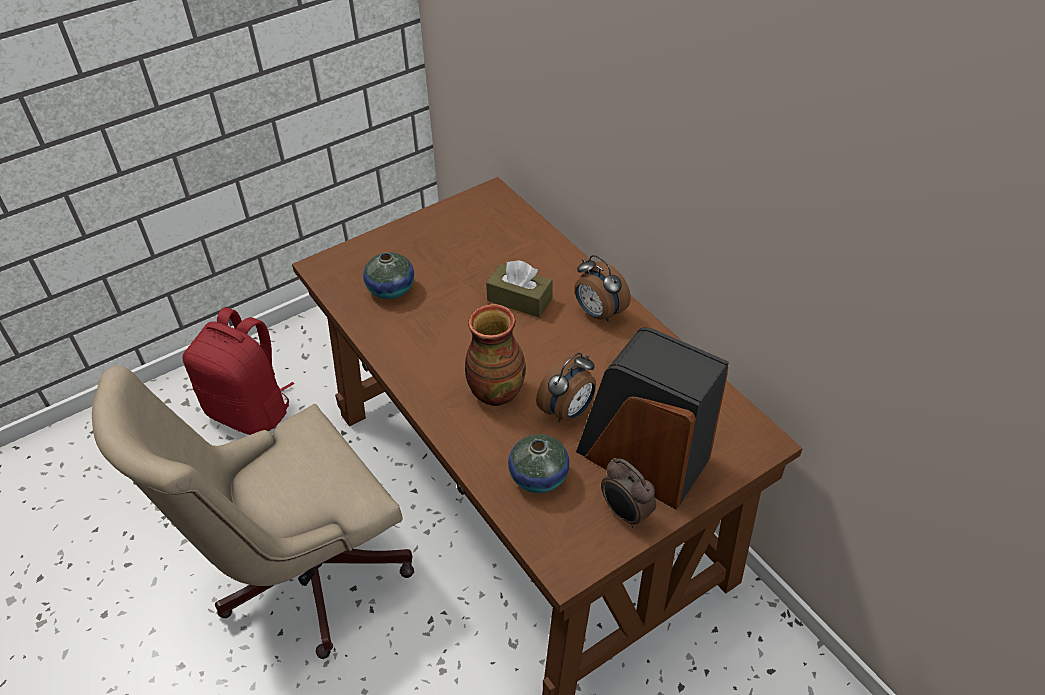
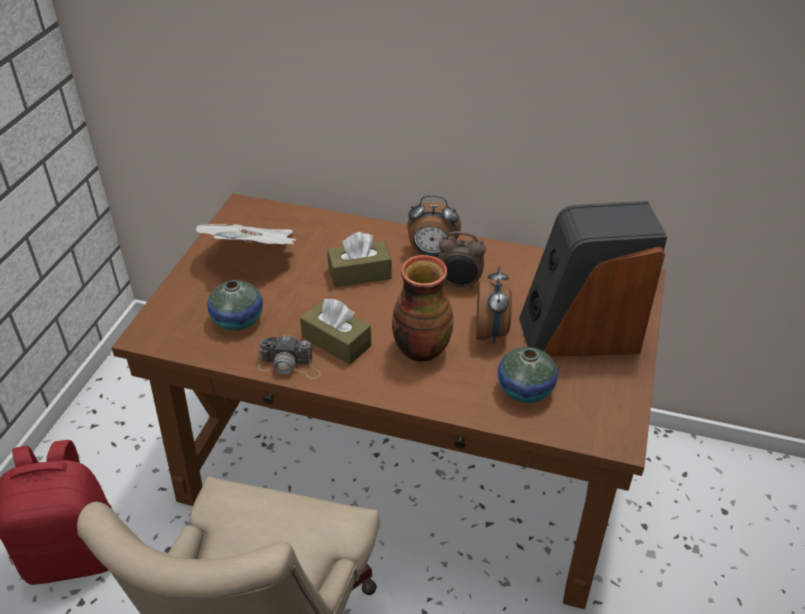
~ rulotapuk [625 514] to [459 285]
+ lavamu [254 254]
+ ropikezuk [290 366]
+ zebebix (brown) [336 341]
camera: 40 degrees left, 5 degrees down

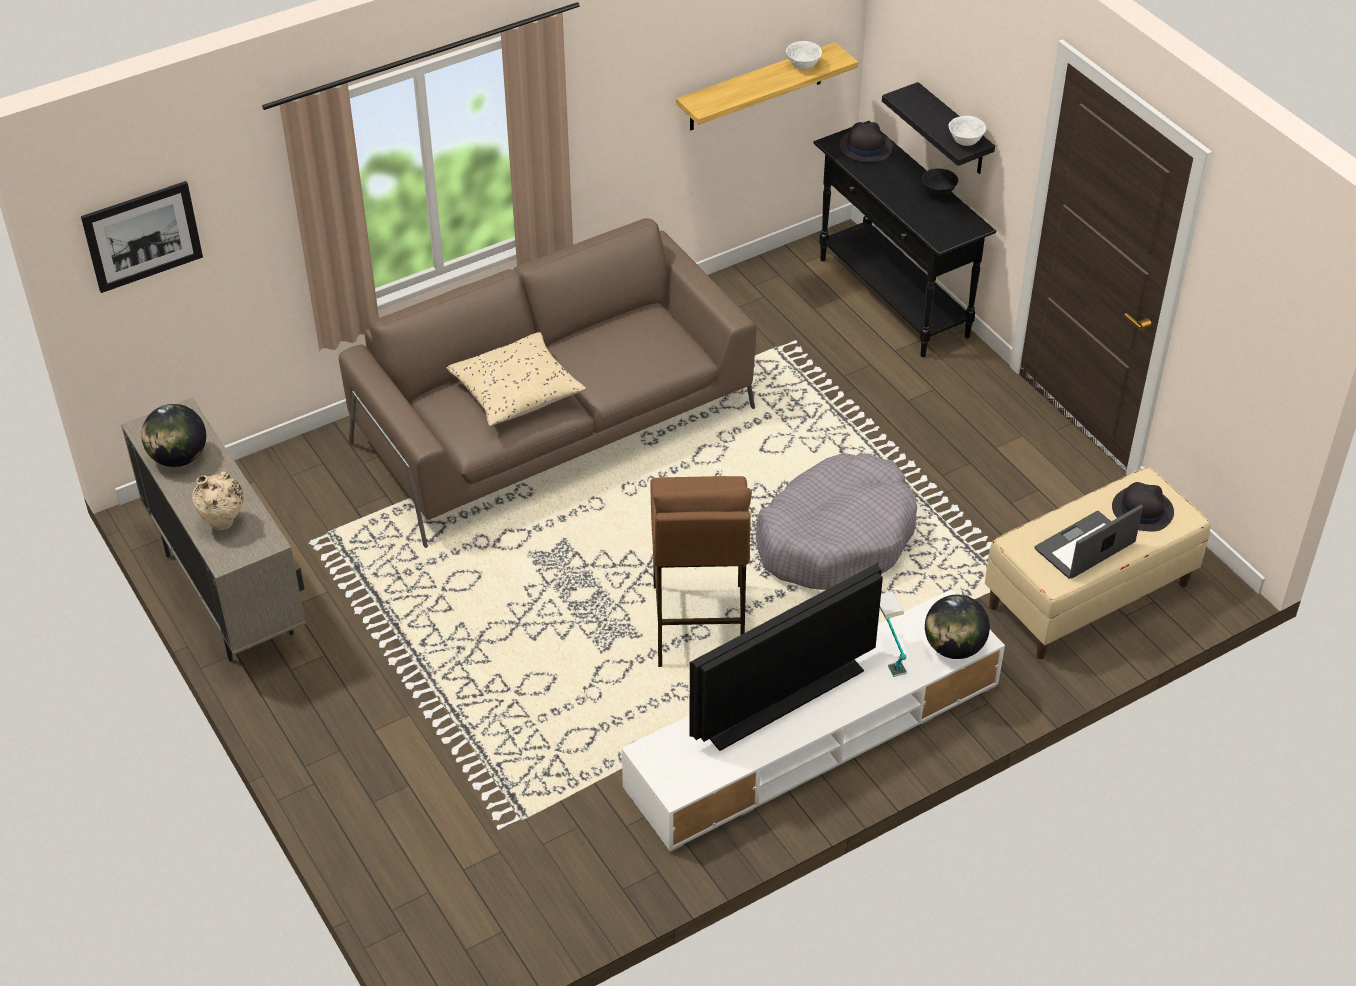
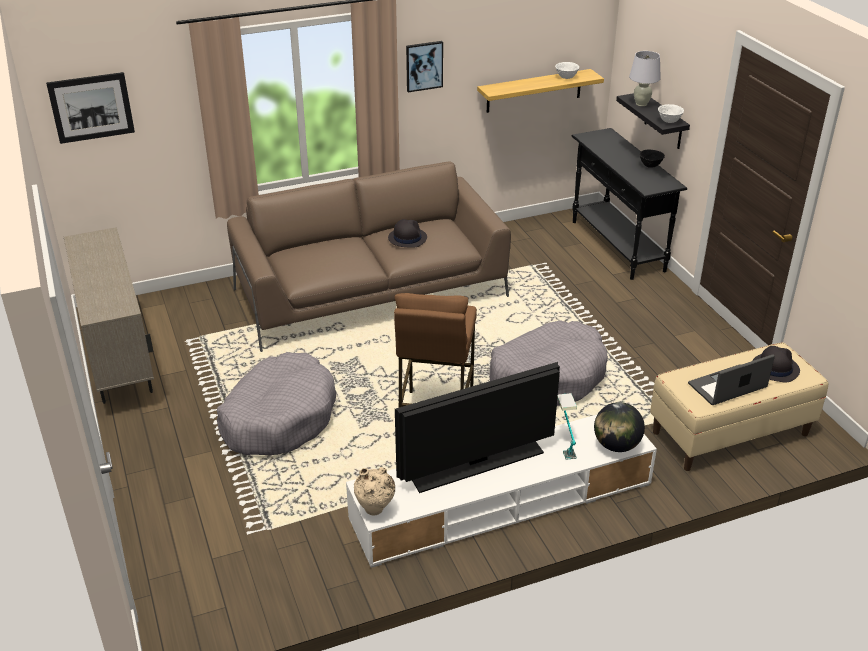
- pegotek [179 458]
~ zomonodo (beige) [224 525] to [375 511]
- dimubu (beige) [516 392]
~ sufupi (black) [865 147] to [407 238]
+ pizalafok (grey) [279 417]
+ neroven [424 66]
+ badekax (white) [641 104]
camera: 10 degrees right, 10 degrees down

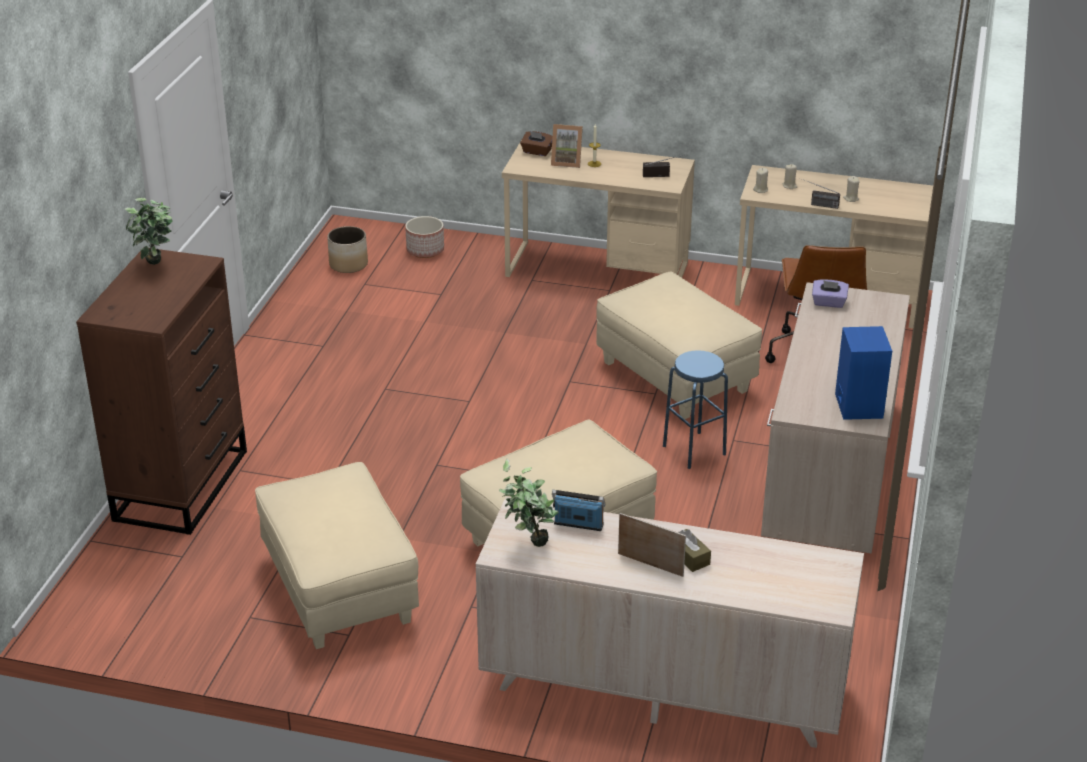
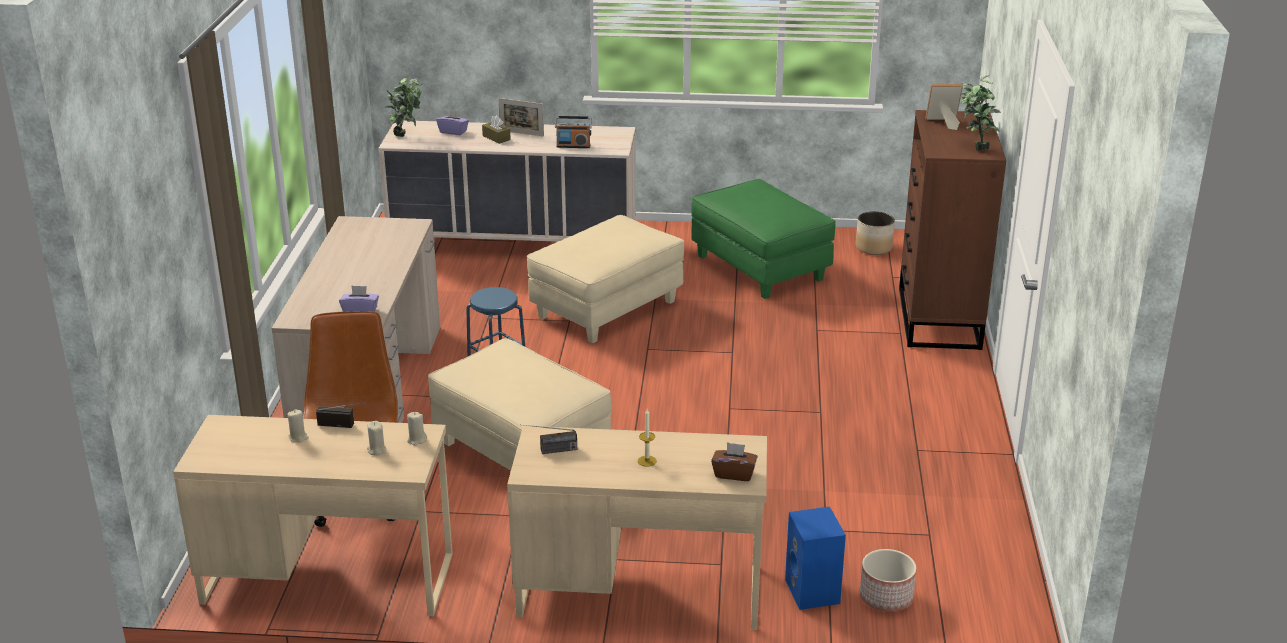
~ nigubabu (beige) [339 590] to nigubabu (green) [760 268]
~ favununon [348 264] to [874 248]
~ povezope [528 544] to [407 135]
~ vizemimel [567 162] to [942 123]
~ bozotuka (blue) [857 405] to [814 592]
+ zebebix (purple) [453 132]
camera: 170 degrees right, 5 degrees down

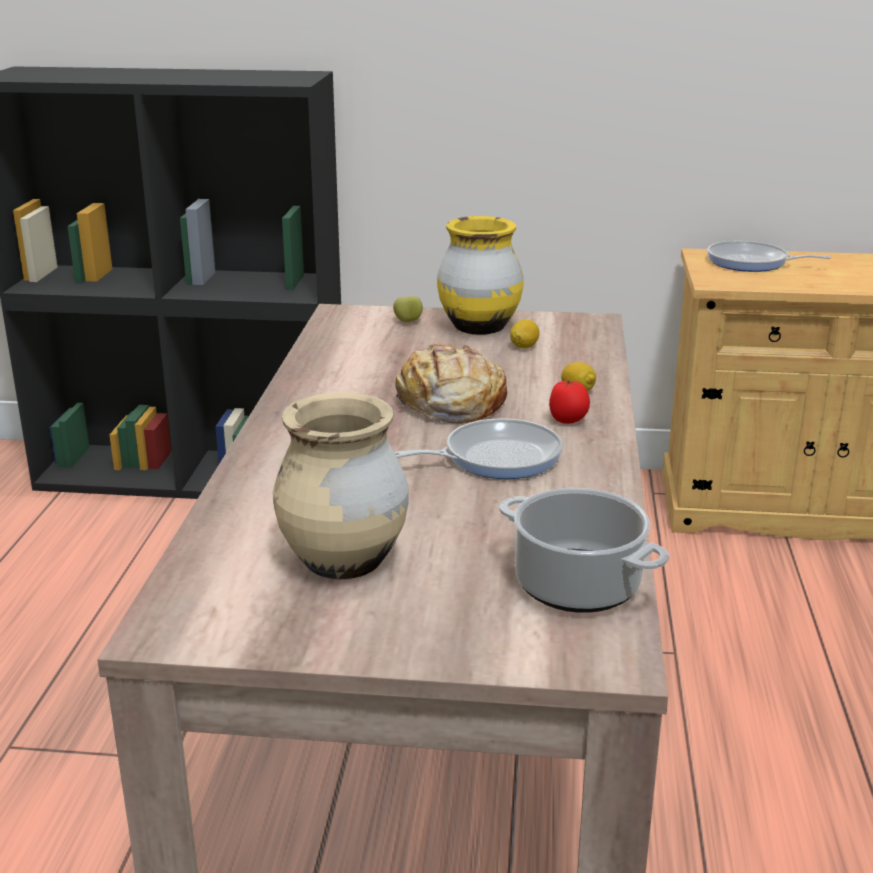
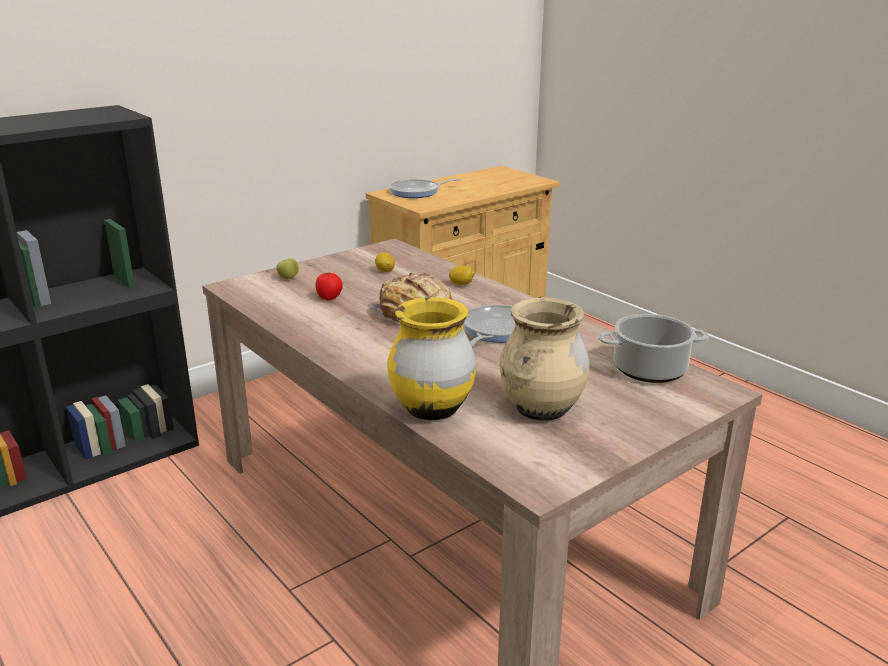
~ zomonodo (yellow) [479 328] to [432 409]
~ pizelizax [568 421] to [329 298]
camera: 45 degrees left, 0 degrees up

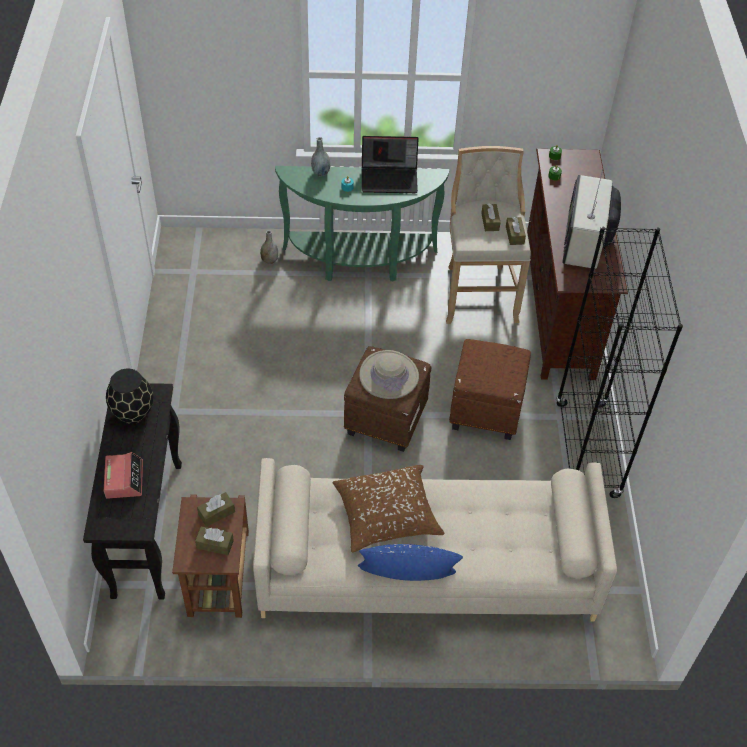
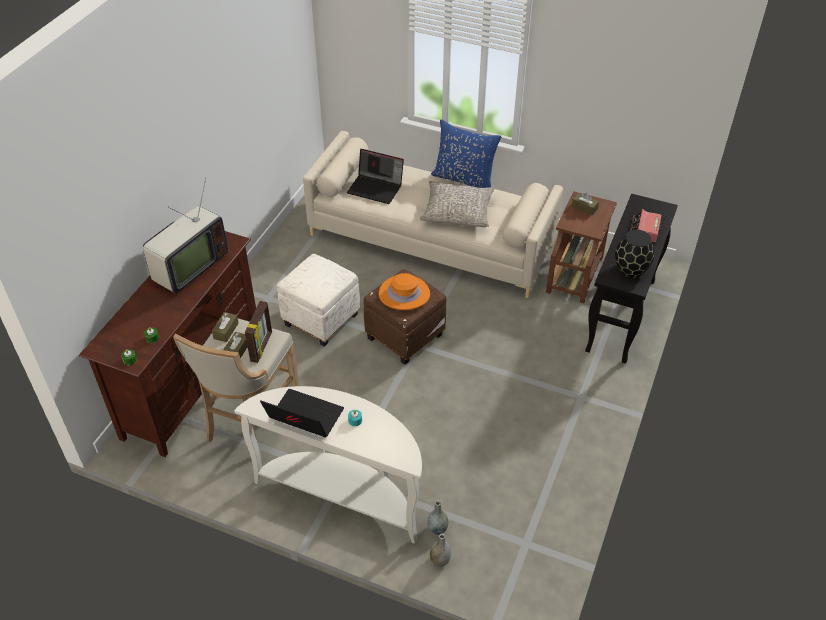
- zebebix (brown) [216 513]
~ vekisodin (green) [360 262] to vekisodin (white) [343 493]
~ zomonodo (grey) [320 173] to [440 560]
~ dimubu (brown) [386 515] to dimubu (grey) [457 212]
~ sufupi (beige) [389 376] to sufupi (orange) [404 294]
~ nigubabu (brown) [485 409] to nigubabu (white) [321 320]
- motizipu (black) [587 450]
+ vizemimel [262 347]
+ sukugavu [376 188]
camera: 155 degrees left, 5 degrees down

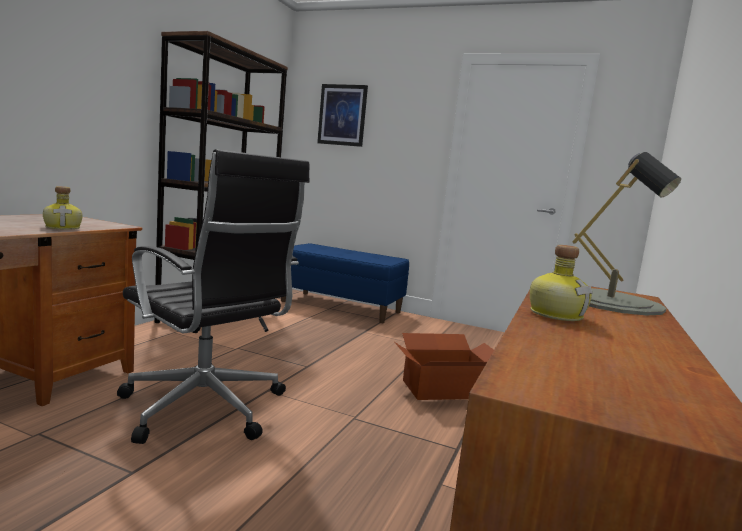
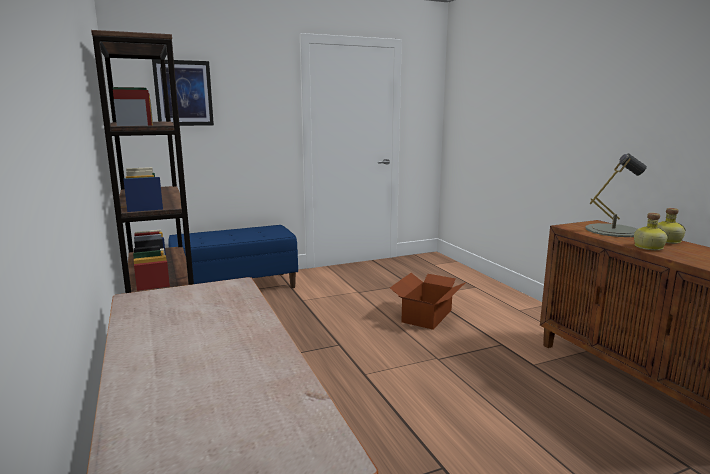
~ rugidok [64 228] to [666 240]
- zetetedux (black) [206 409]
camera: 45 degrees left, 5 degrees up

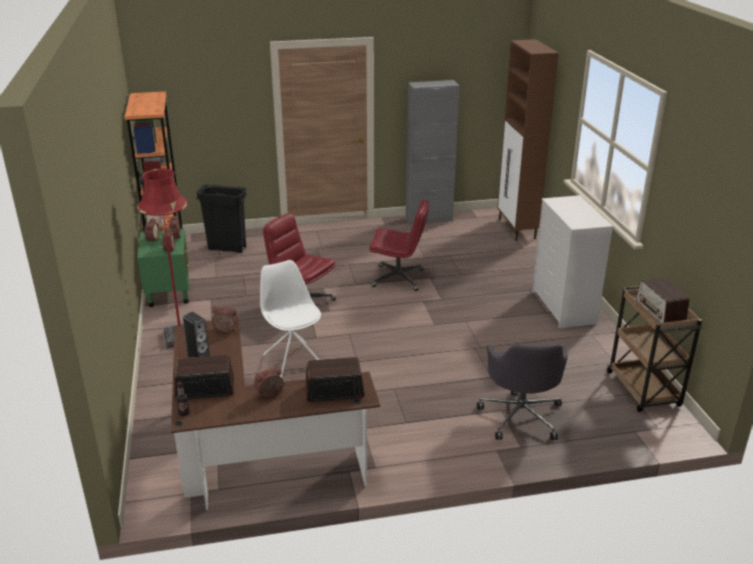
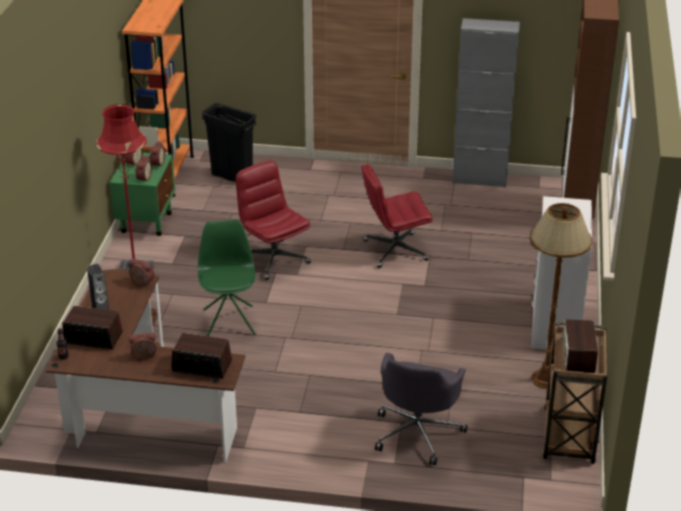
~ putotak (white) [293 359] to putotak (green) [229 321]
~ zetetedux (red) [399 278] = [394 251] 135 degrees clockwise
+ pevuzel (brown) [545 379]
camera: 20 degrees right, 5 degrees up

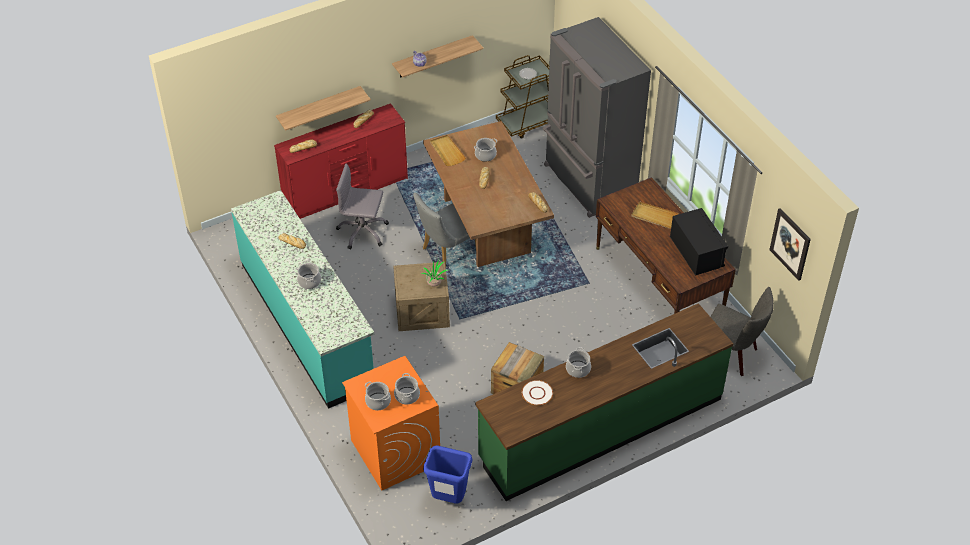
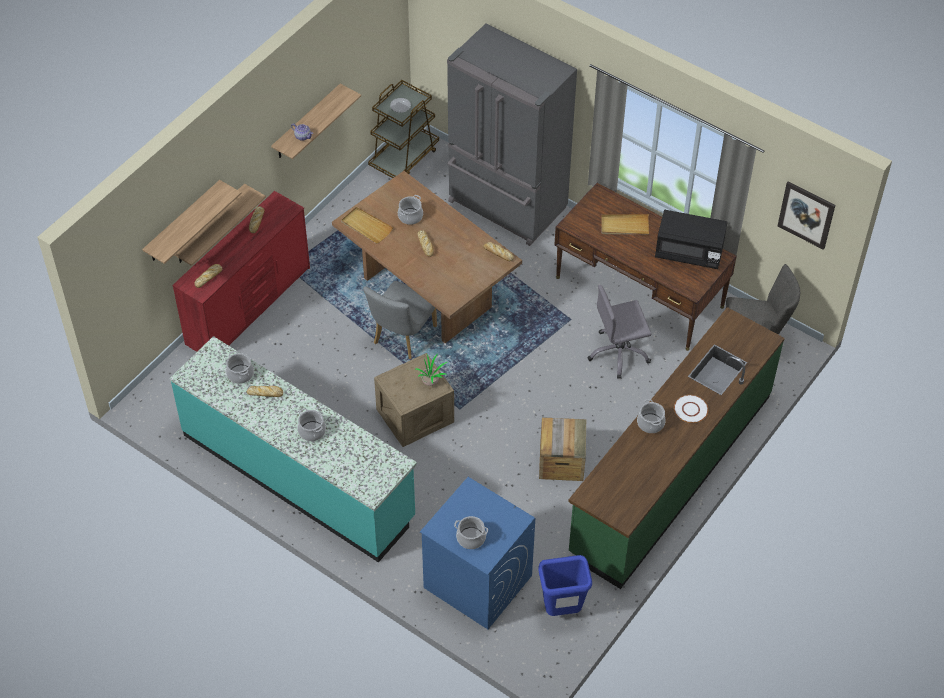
~ zetetedux (grey) [362 232] to [618 353]
~ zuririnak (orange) [395 451] to zuririnak (blue) [477 581]
~ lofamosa [407 396] to [240 374]
~ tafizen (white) [537 393] to [690 409]
~ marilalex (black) [696 253] = [689 252] 150 degrees clockwise
+ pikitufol [183 222]
camera: 25 degrees left, 5 degrees up

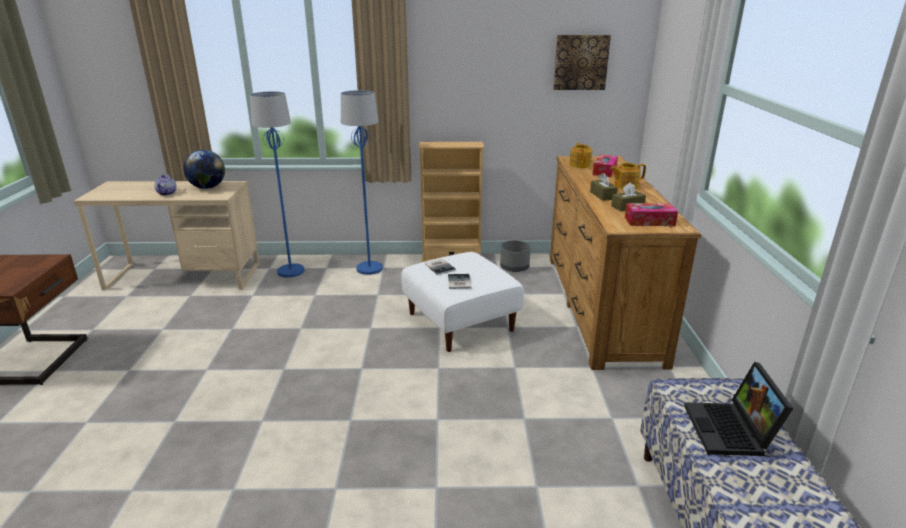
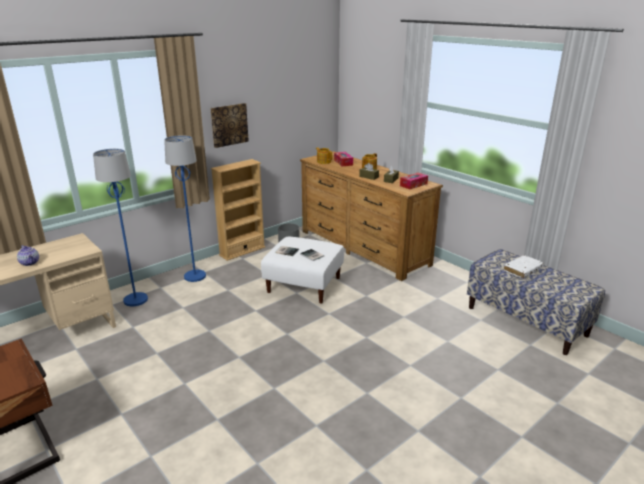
- pegotek [207 187]
~ neroven [580 62] to [229 125]
~ sukugavu [731 431] to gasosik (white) [522 270]
camera: 40 degrees left, 0 degrees up

